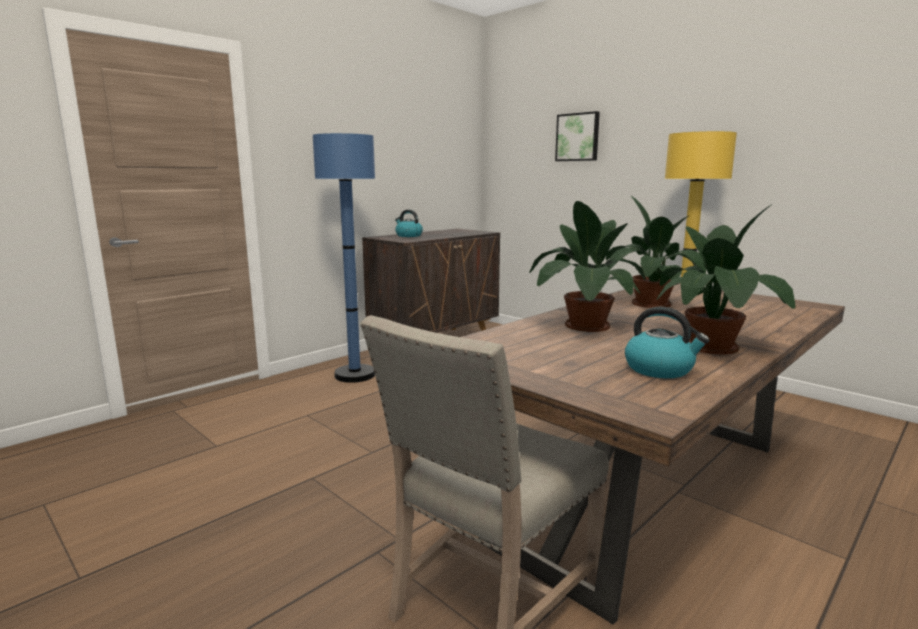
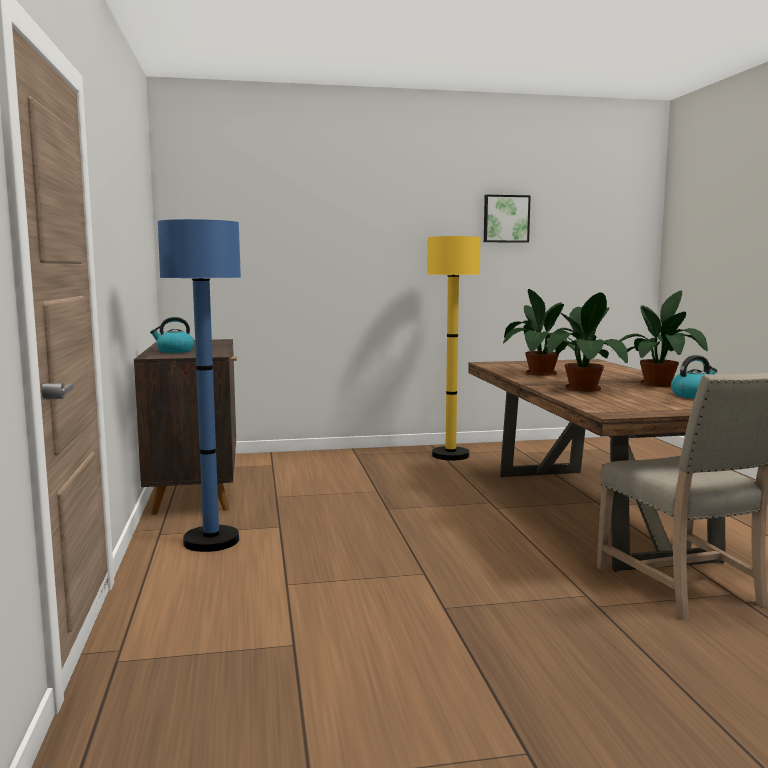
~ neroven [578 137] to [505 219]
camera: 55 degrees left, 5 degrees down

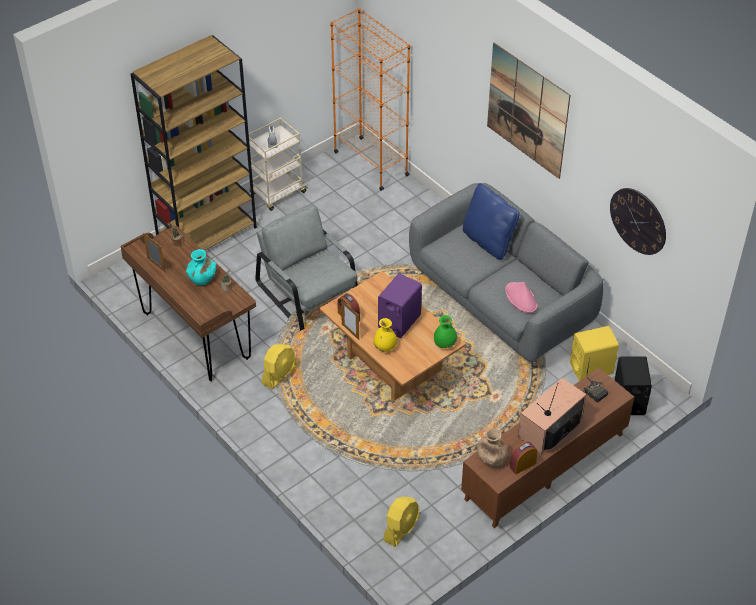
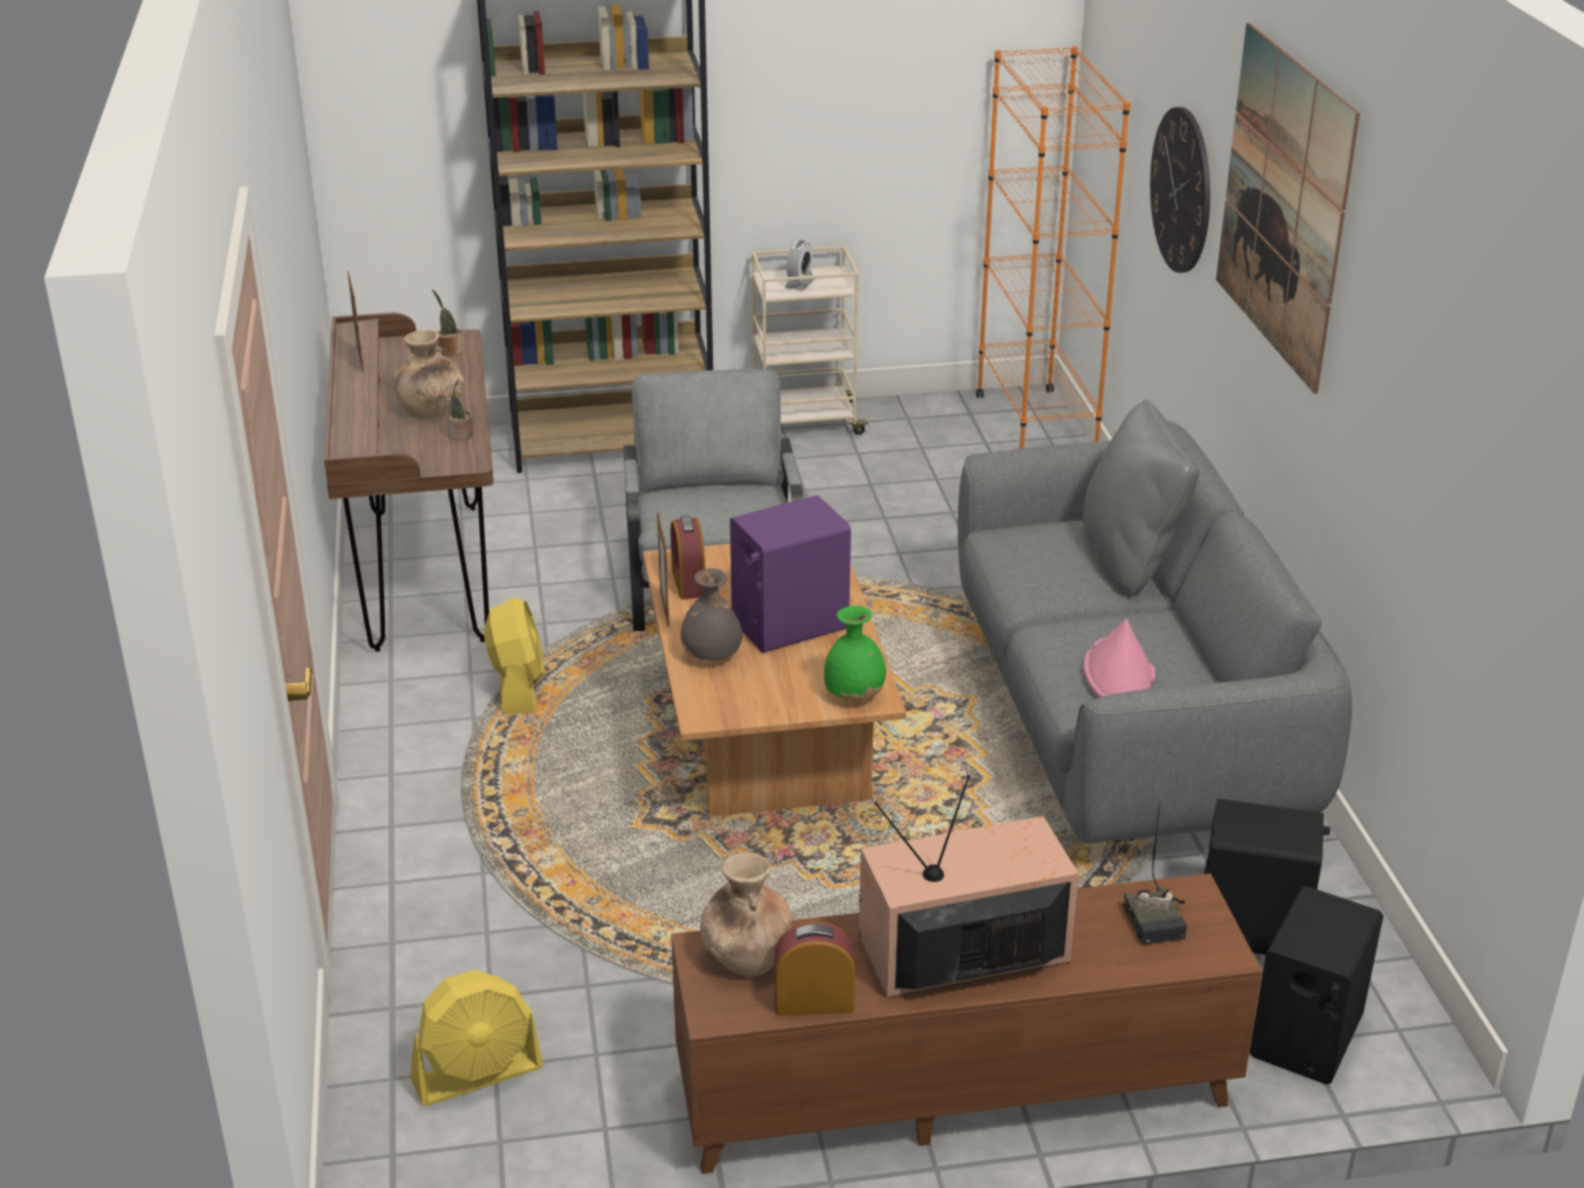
~ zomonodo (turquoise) [202 279] to zomonodo (brown) [431 410]
~ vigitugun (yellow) [279 374] = [518 687] 75 degrees counterclockwise
~ zomonodo (yellow) [385 347] to zomonodo (grey) [712 657]
~ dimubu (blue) [488 241] to dimubu (grey) [1131 558]
~ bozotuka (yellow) [591 368] to bozotuka (black) [1253 930]
~ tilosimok [638 221] to [1181 190]
camera: 30 degrees right, 15 degrees down

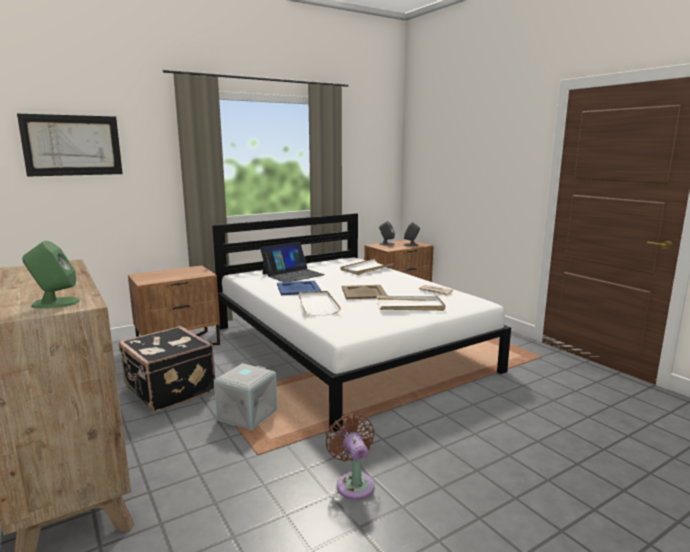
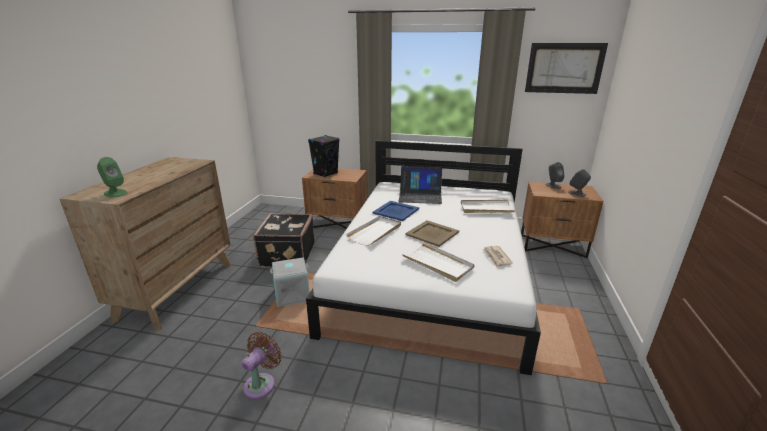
~ neroven [72 145] to [564 68]
+ bozotuka (black) [326 174]
camera: 45 degrees right, 10 degrees up

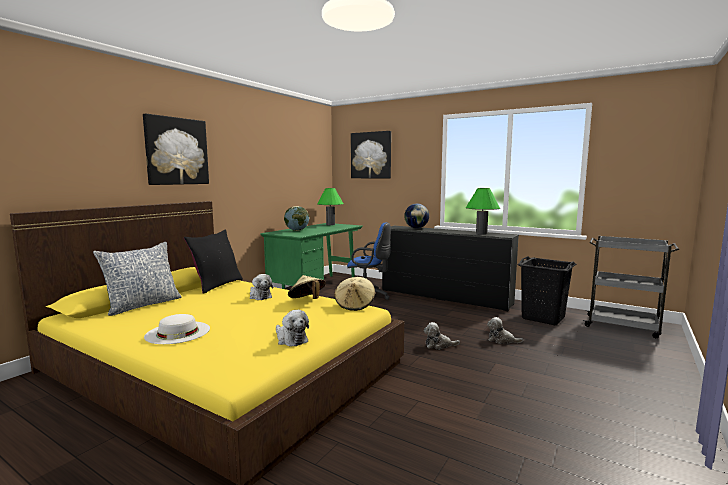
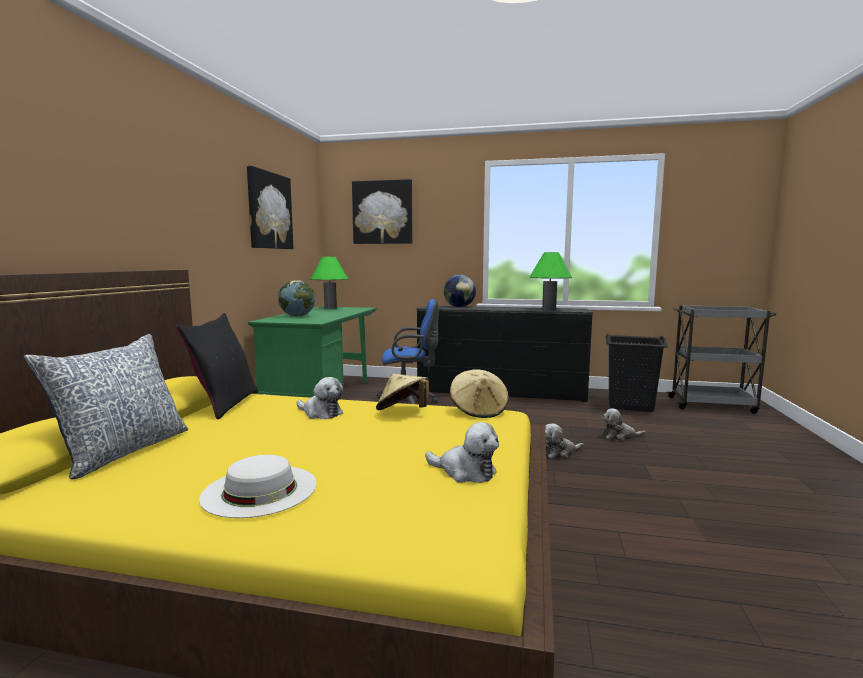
~ neroven [176 151] to [269 211]
camera: 20 degrees left, 0 degrees up

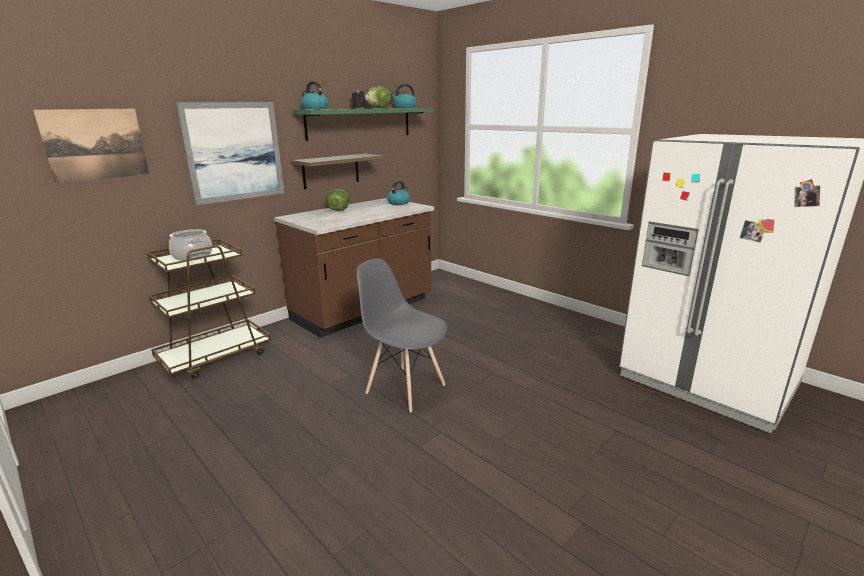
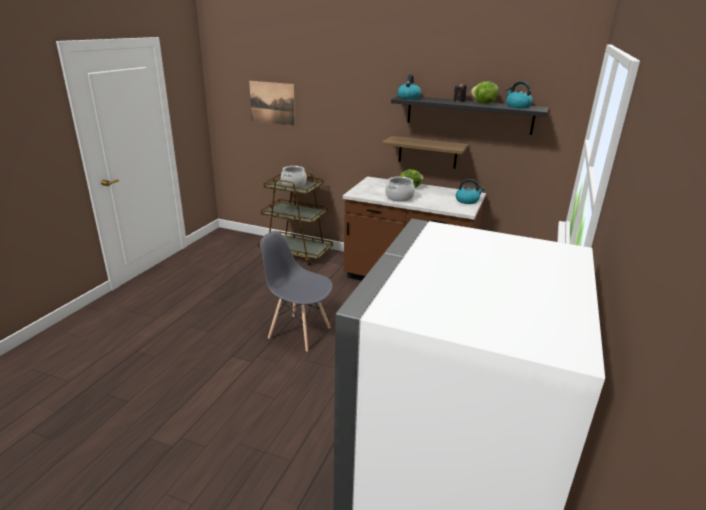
- neroven [234 152]
~ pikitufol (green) [360 123] to pikitufol (black) [469 114]
~ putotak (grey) [405 388] = [299 332] 75 degrees counterclockwise
+ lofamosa [399 197]
camera: 65 degrees right, 5 degrees up

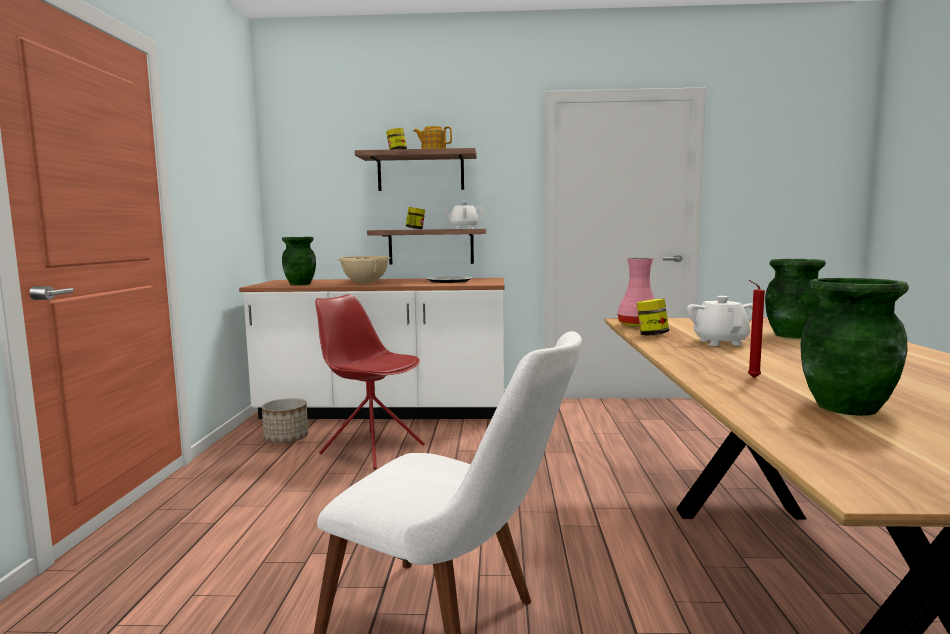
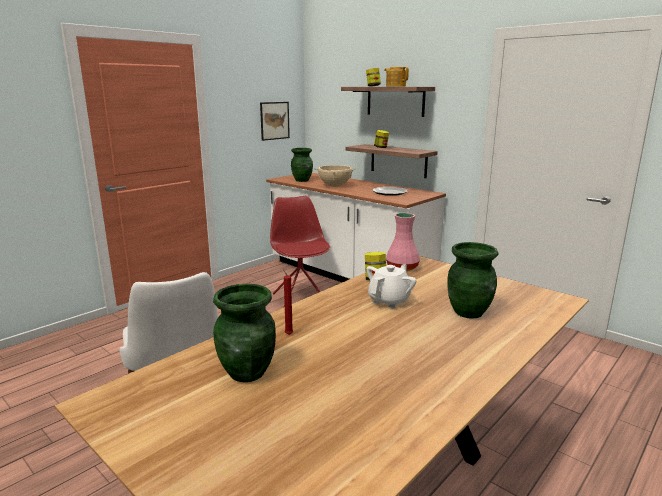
- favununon [286 439]
- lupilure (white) [463 228]
+ neroven [274 120]
camera: 40 degrees right, 10 degrees up

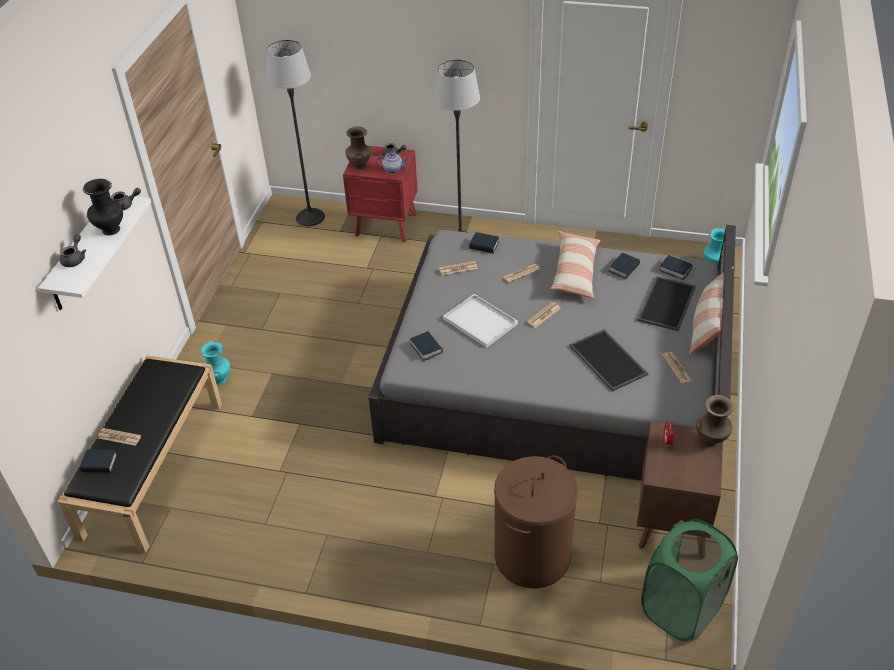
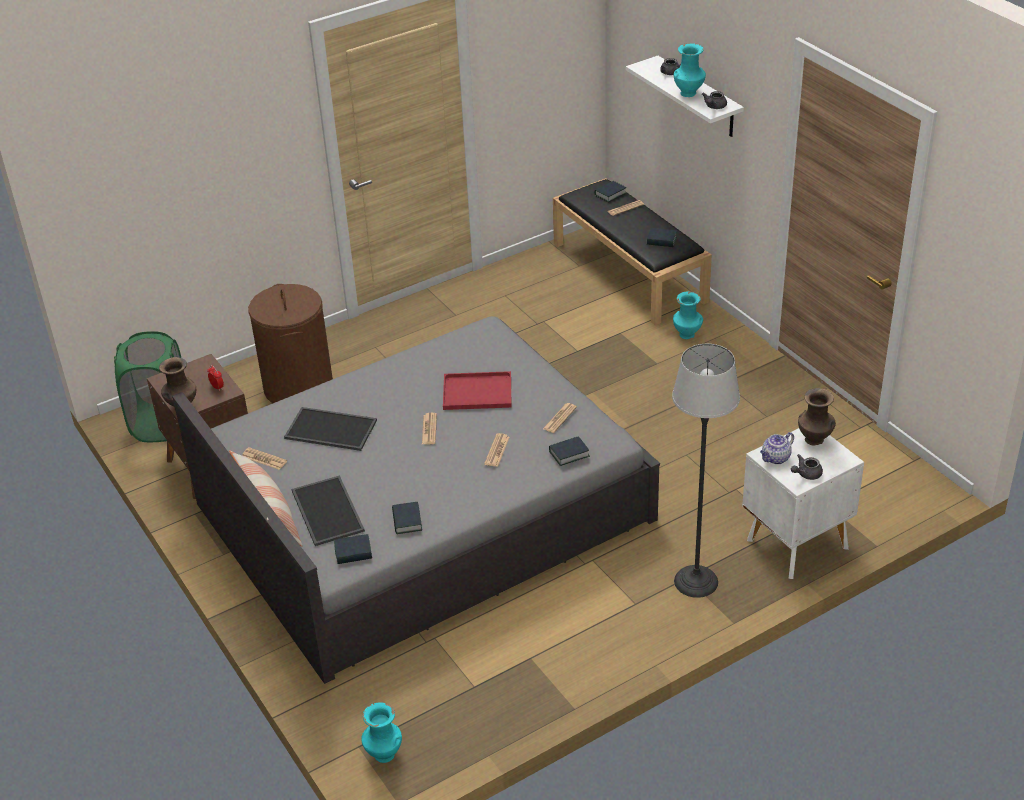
~ zomonodo (black) [110 230] to zomonodo (turquoise) [689 93]
- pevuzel [310 217]
~ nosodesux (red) [386 226] to nosodesux (white) [795 543]
~ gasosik [426 348] to [661 240]
~ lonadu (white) [478 321] to lonadu (red) [479 391]
- dimubu [575 272]
camera: 135 degrees right, 5 degrees down

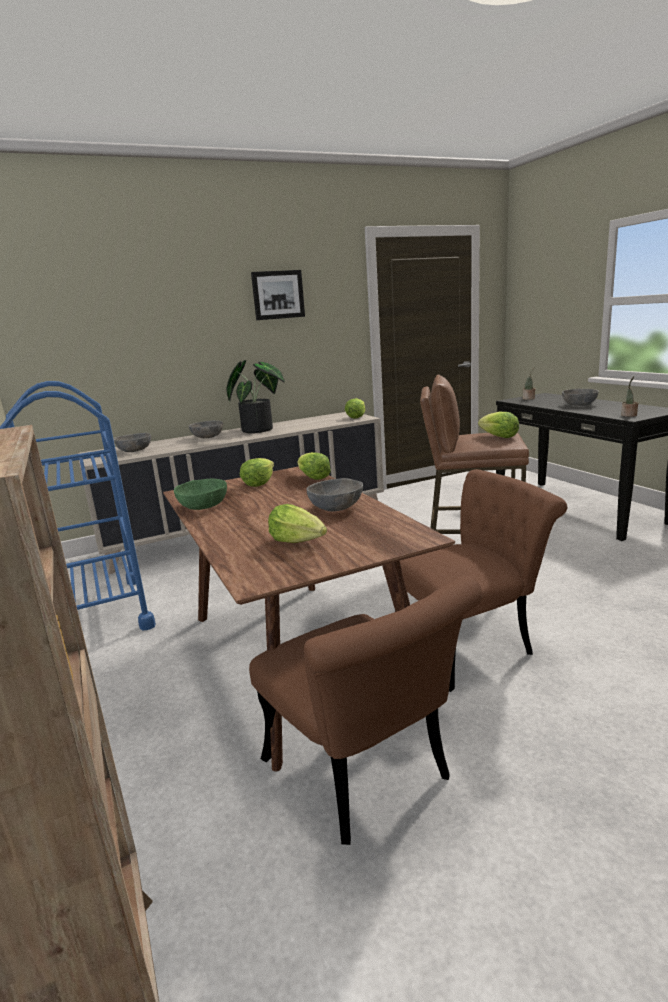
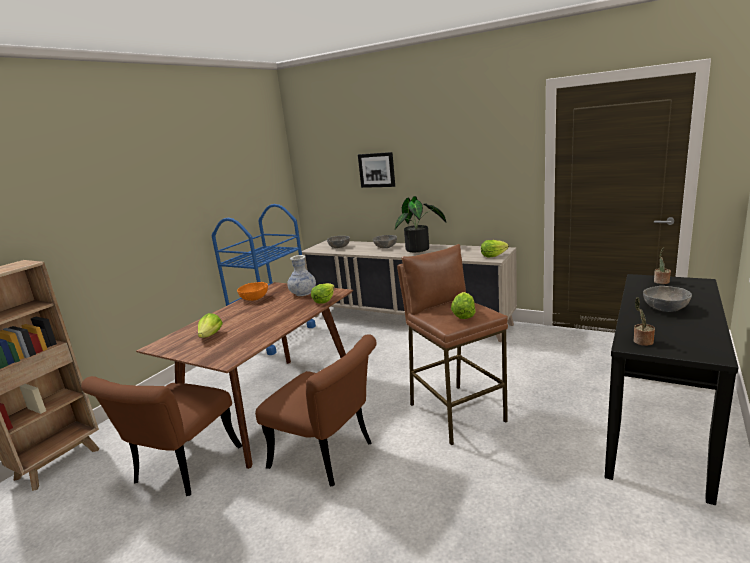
~ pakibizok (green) [203 506] to pakibizok (orange) [254 298]
~ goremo [259 483] to zomonodo [303 293]
~ neroven [278 295] to [377 170]
- pakibizok (grey) [336 507]
camera: 55 degrees right, 0 degrees up

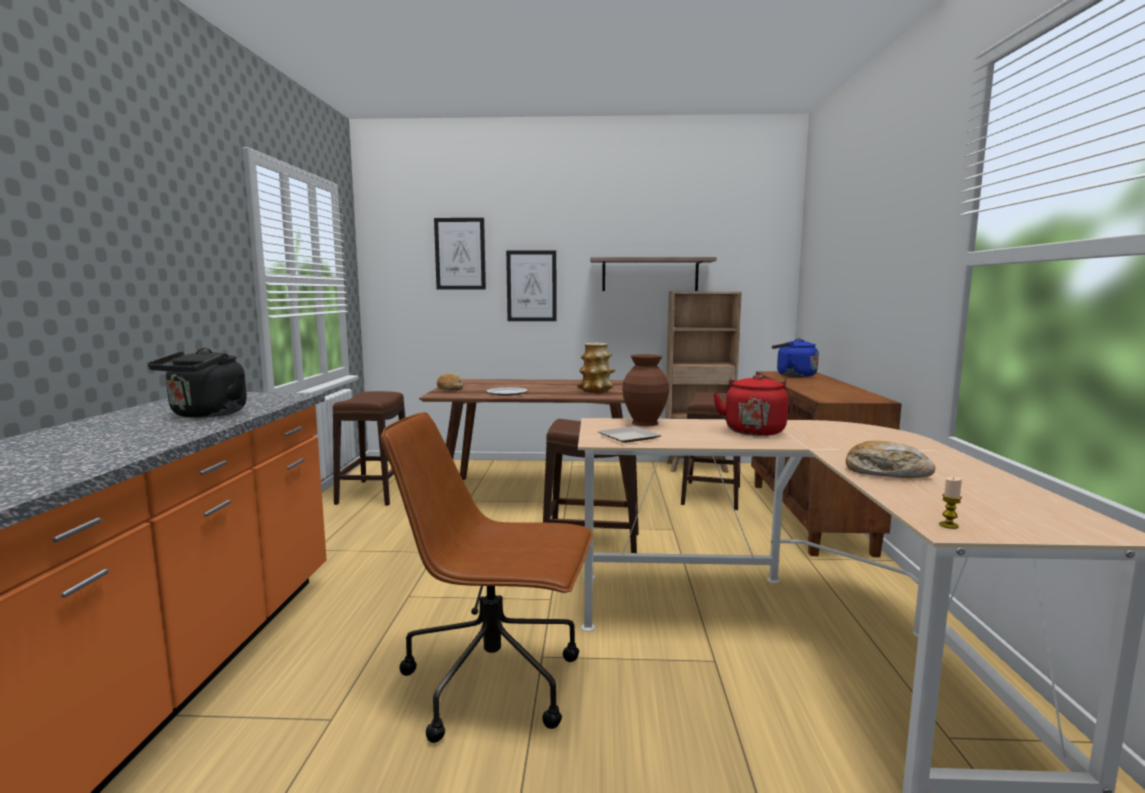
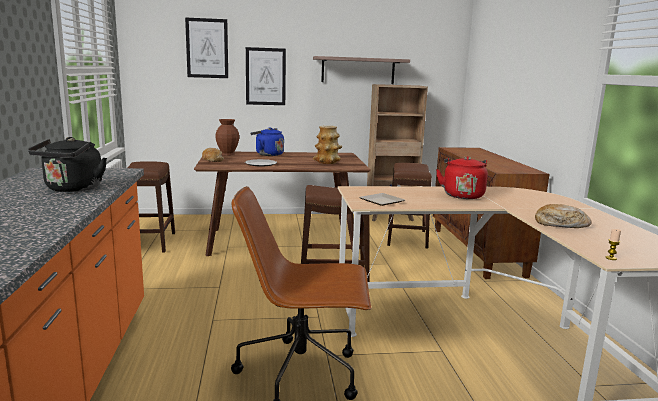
~ zomonodo (brown) [644 423] to [227 154]
~ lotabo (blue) [793 375] to [267 154]
camera: 10 degrees left, 5 degrees up

